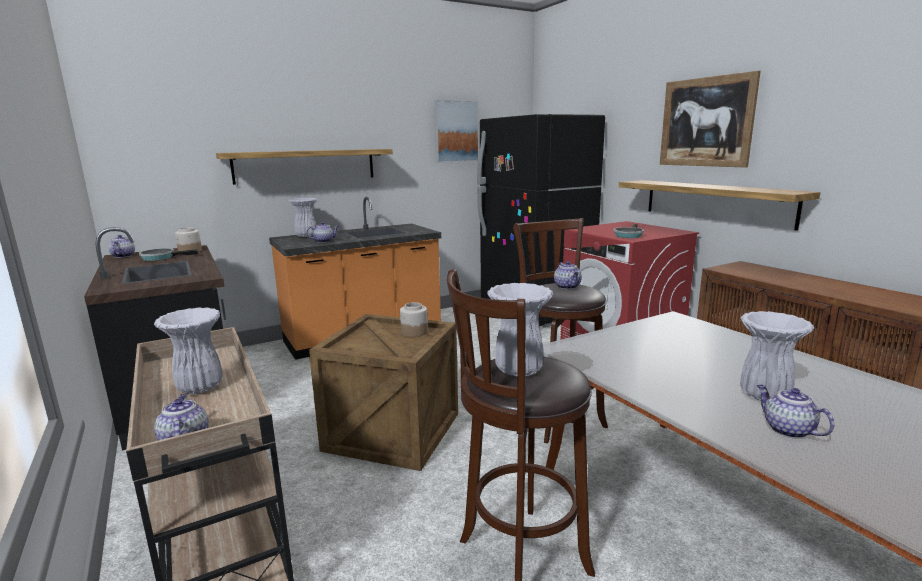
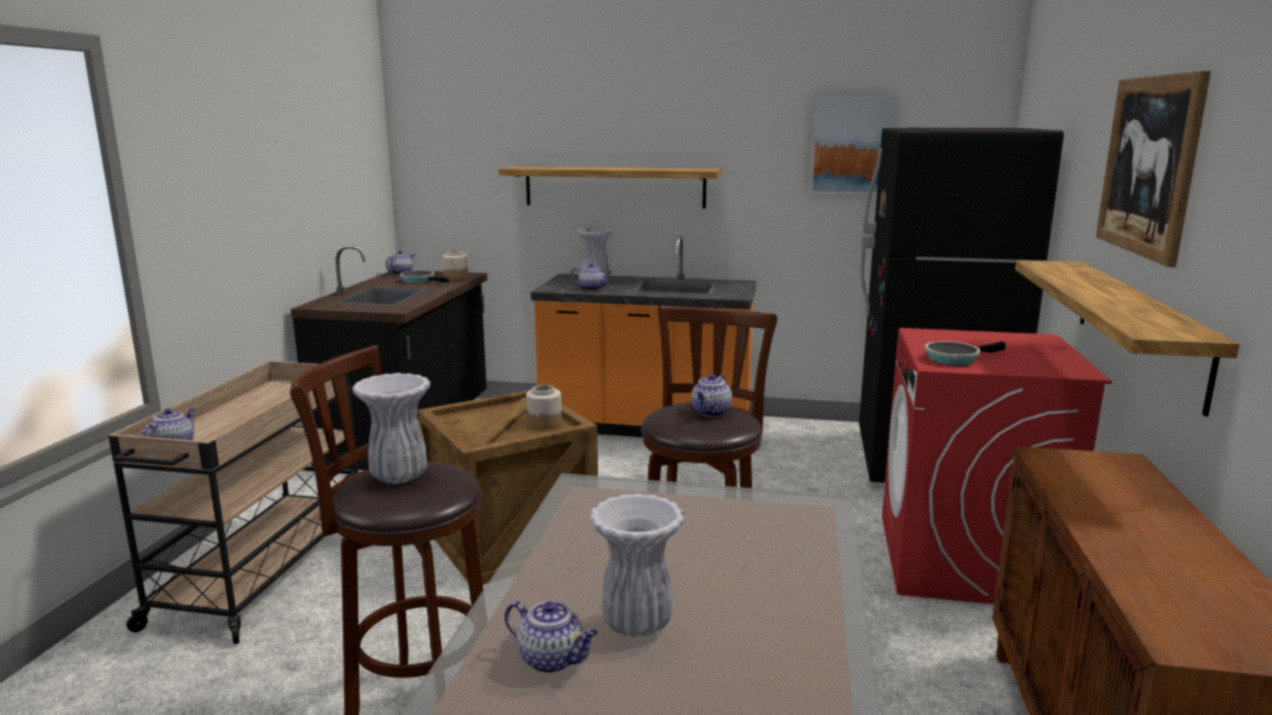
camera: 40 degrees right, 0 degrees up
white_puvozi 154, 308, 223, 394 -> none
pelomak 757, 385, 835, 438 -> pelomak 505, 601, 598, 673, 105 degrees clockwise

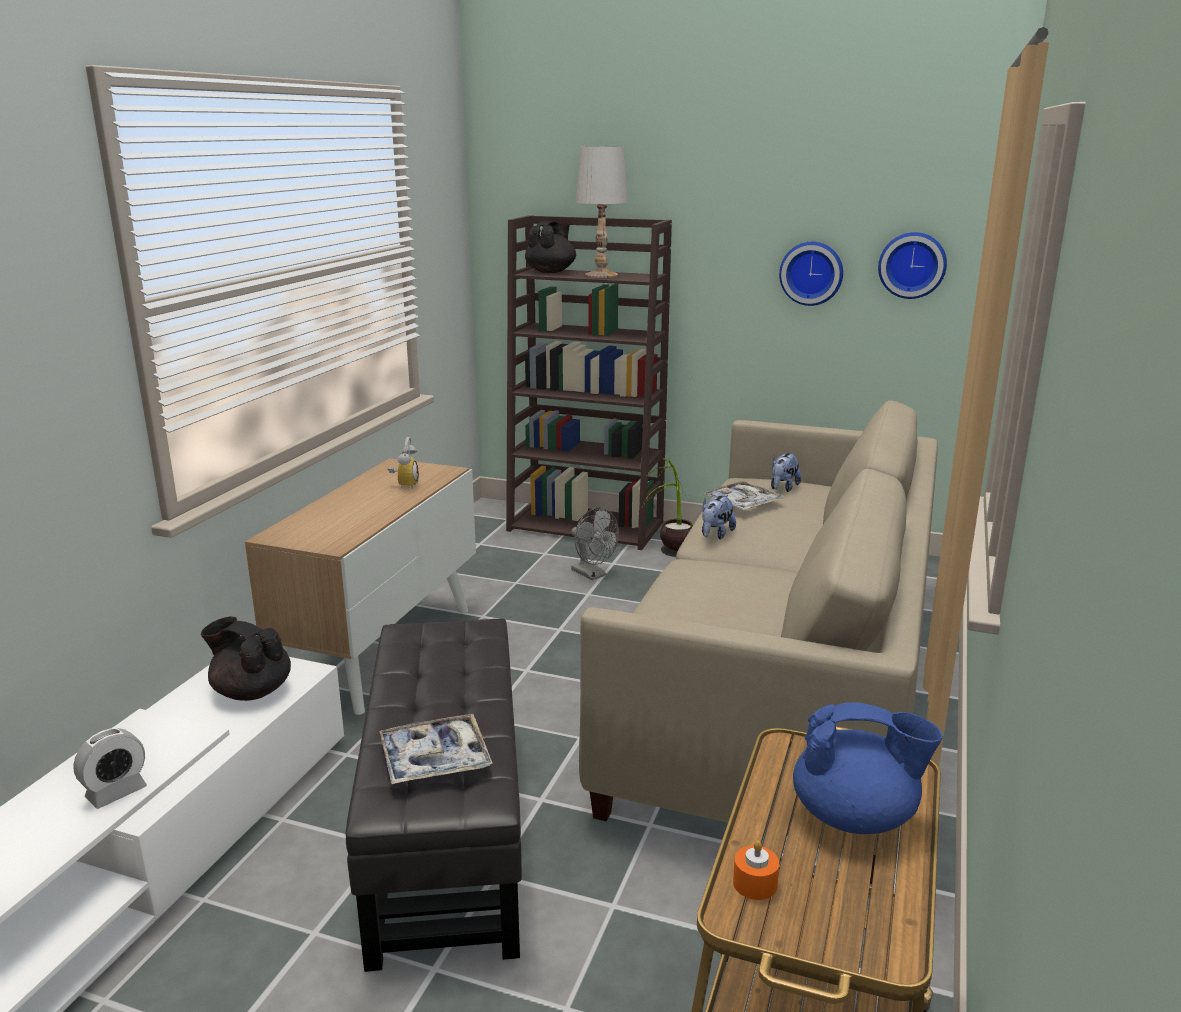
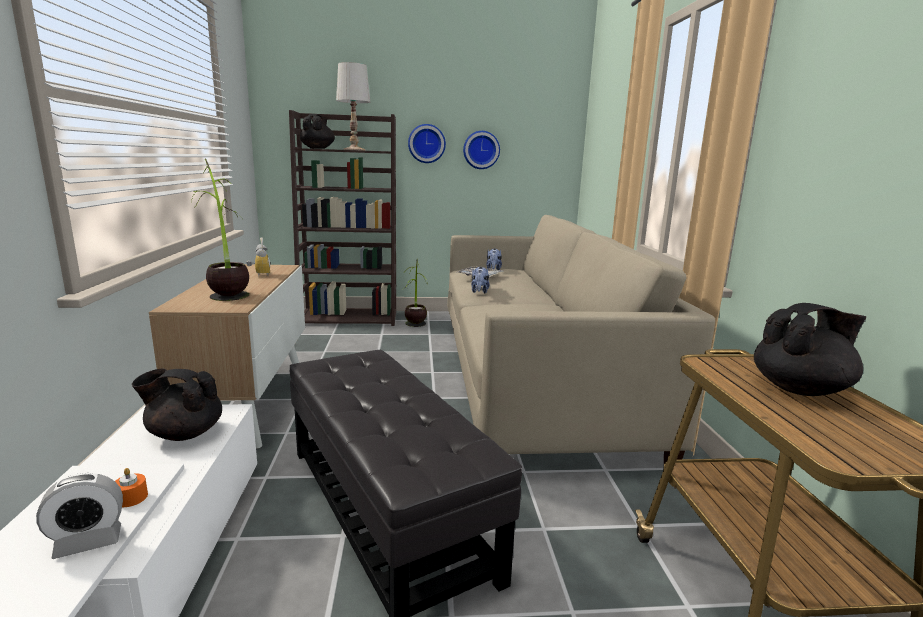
camera: 25 degrees left, 5 degrees down
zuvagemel 73, 728, 147, 809 -> zuvagemel 36, 473, 123, 559, 45 degrees clockwise
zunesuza 379, 714, 493, 784 -> none
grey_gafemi 571, 508, 619, 580 -> none
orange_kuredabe 733, 841, 779, 900 -> orange_kuredabe 115, 468, 148, 507, relocated
blue_pelomak 793, 702, 943, 834 -> black_pelomak 754, 303, 866, 396
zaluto 878, 232, 947, 299 -> zaluto 408, 124, 446, 163, relocated
none -> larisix 191, 159, 249, 301

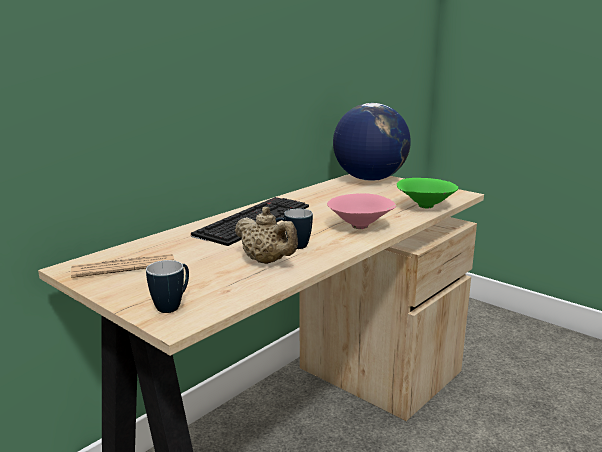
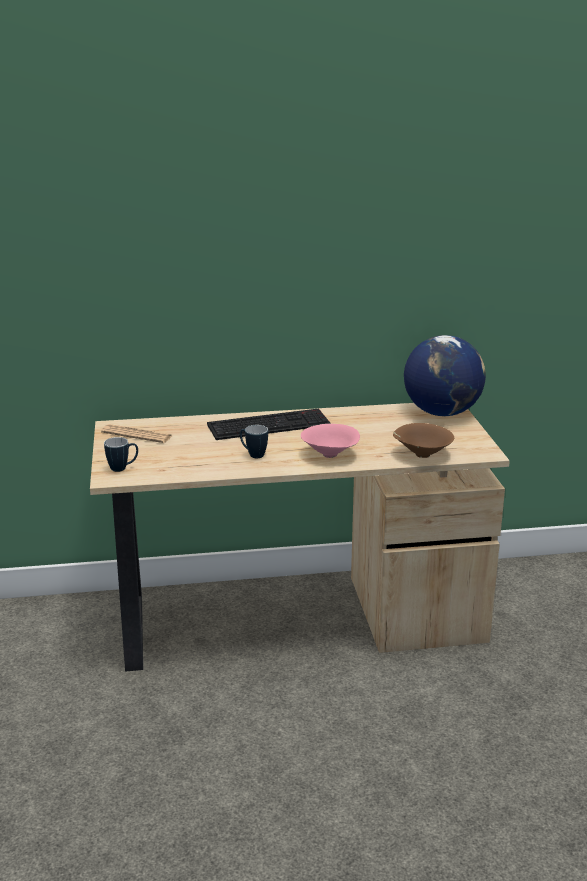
camera: 40 degrees right, 5 degrees up
beige_pelomak 235, 207, 298, 264 -> none
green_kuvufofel 397, 178, 458, 209 -> brown_kuvufofel 393, 423, 454, 458

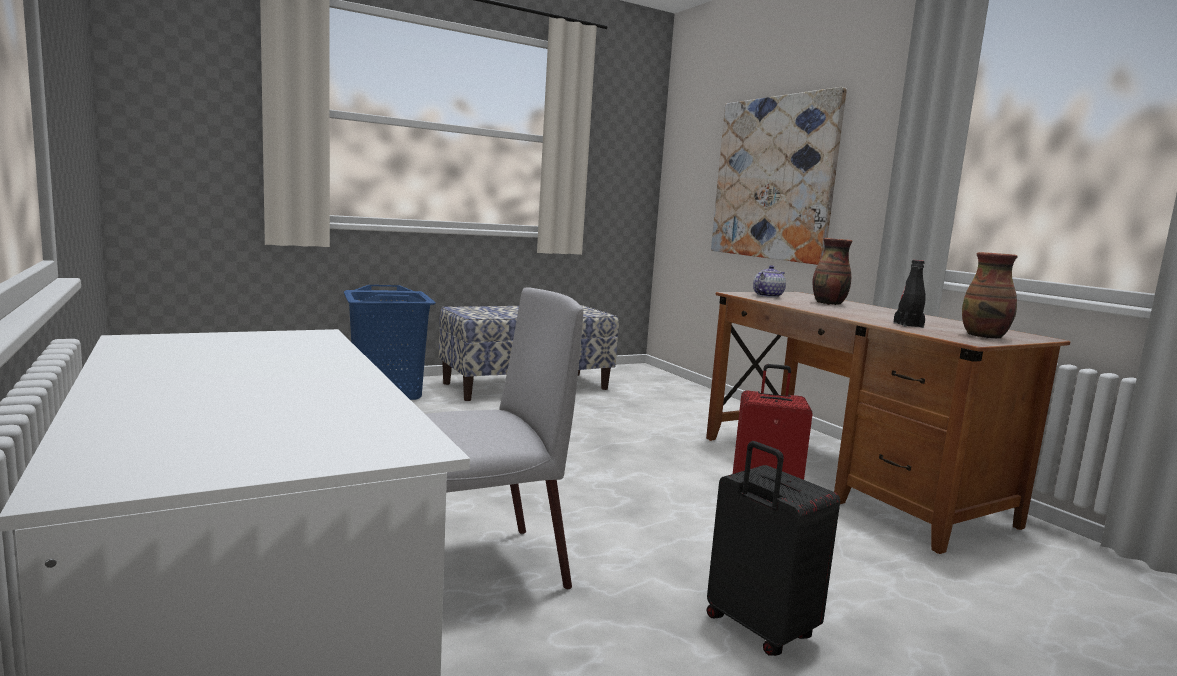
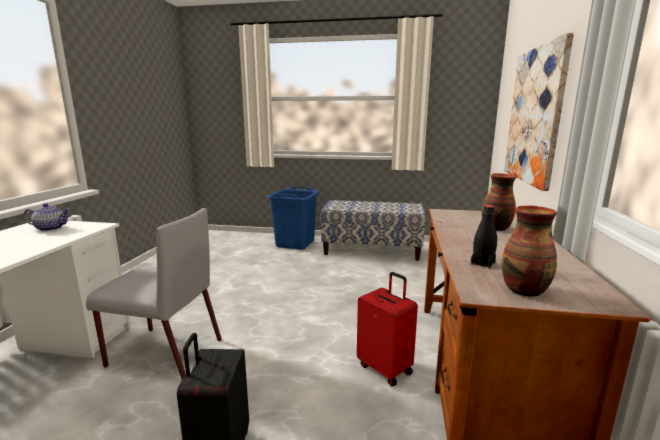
camera: 40 degrees right, 5 degrees up
pelomak 753, 265, 786, 298 -> pelomak 23, 203, 70, 231, relocated

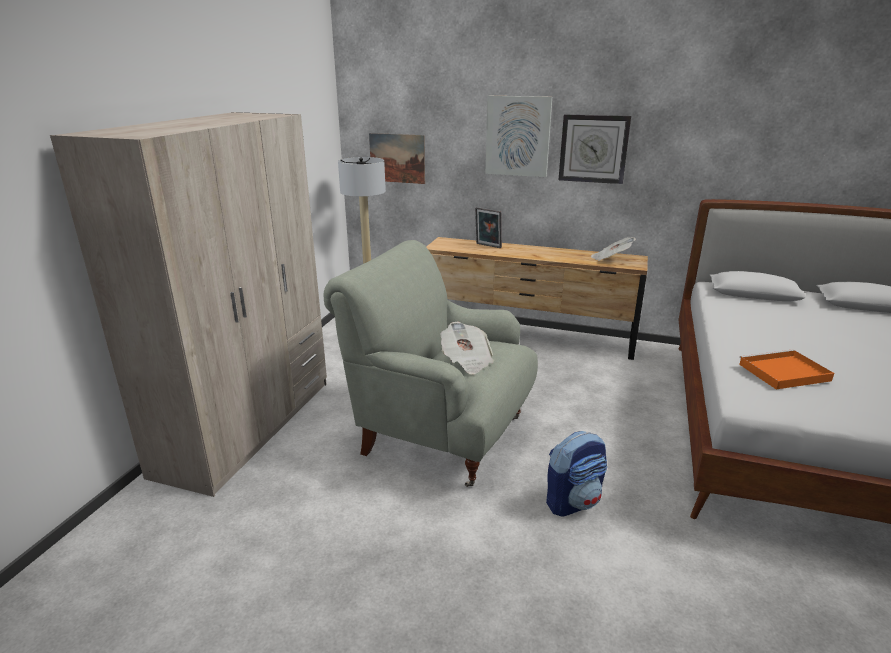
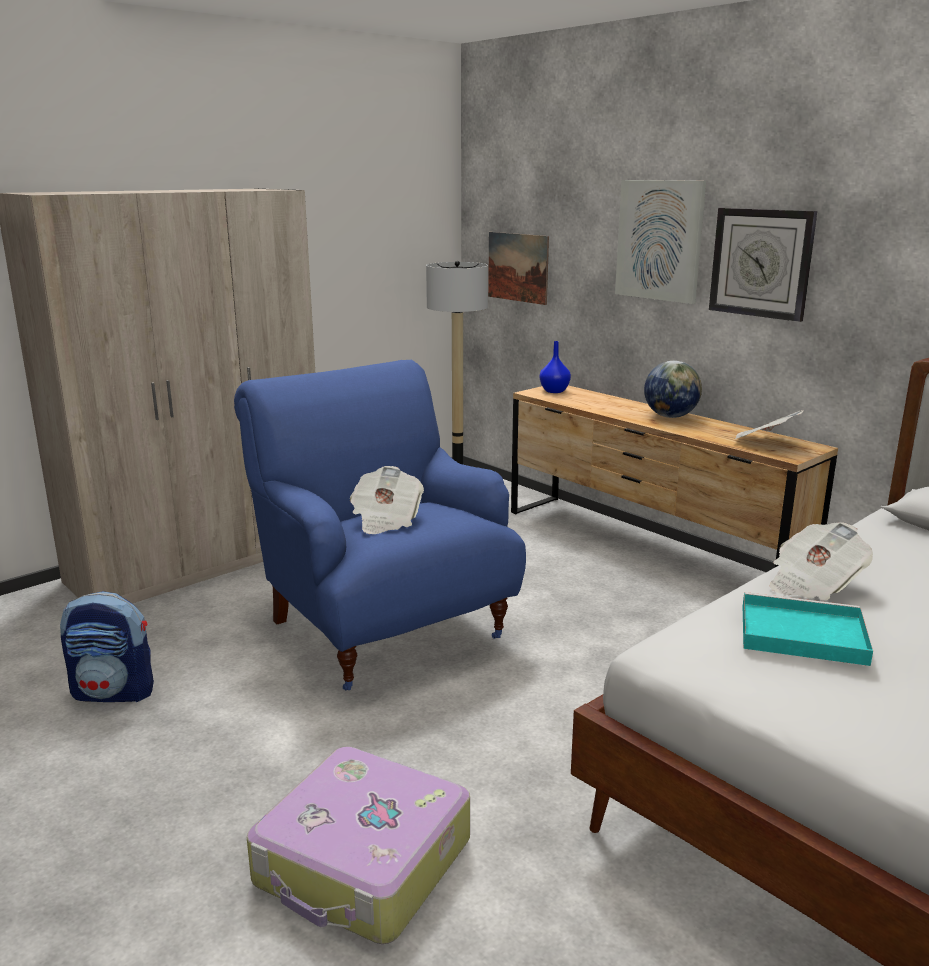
camera: 30 degrees right, 5 degrees down
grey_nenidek 324, 240, 538, 487 -> blue_nenidek 234, 360, 526, 691
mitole 475, 207, 502, 248 -> none
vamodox 546, 431, 607, 517 -> vamodox 60, 591, 154, 702, relocated
orange_zunesuza 739, 349, 834, 389 -> turquoise_zunesuza 743, 592, 873, 666
none -> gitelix 247, 747, 470, 944
none -> blue_puvozi 540, 341, 571, 393
none -> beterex 644, 361, 702, 418
none -> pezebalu 770, 522, 873, 600

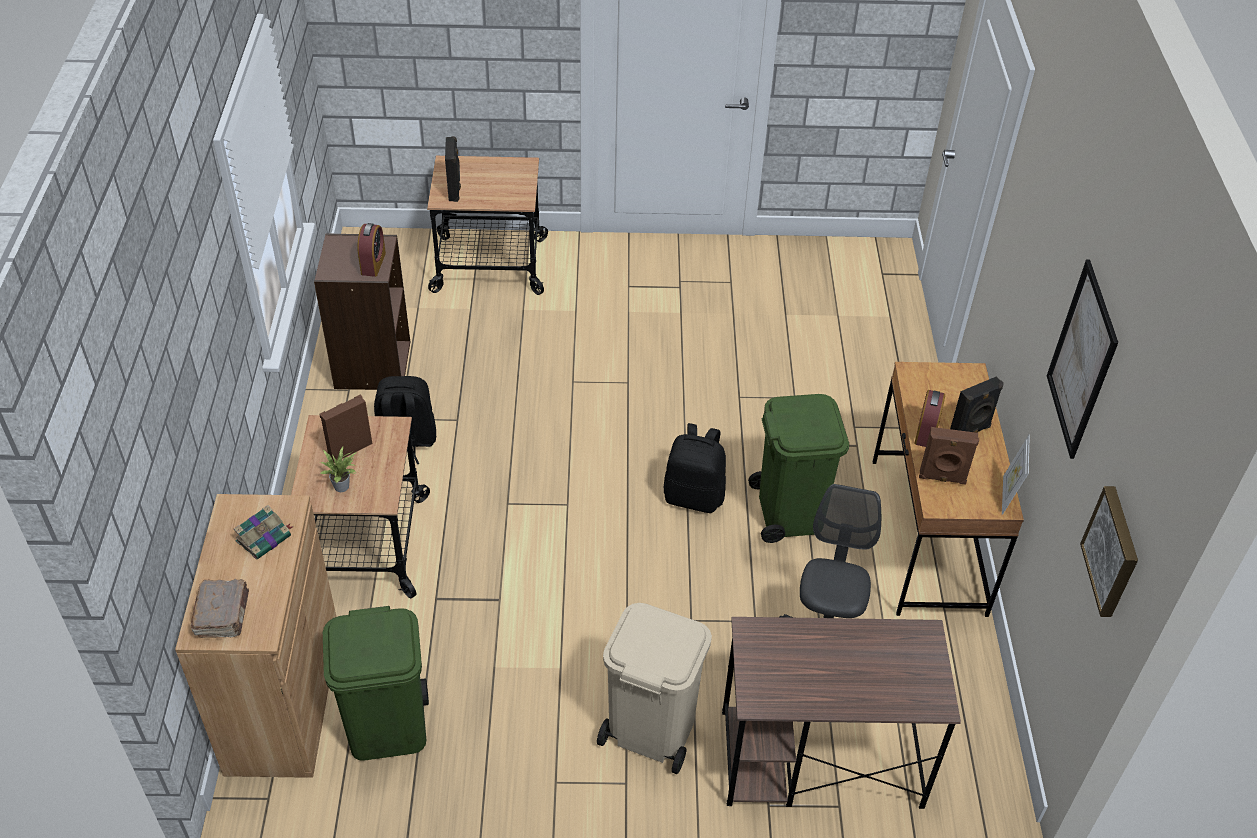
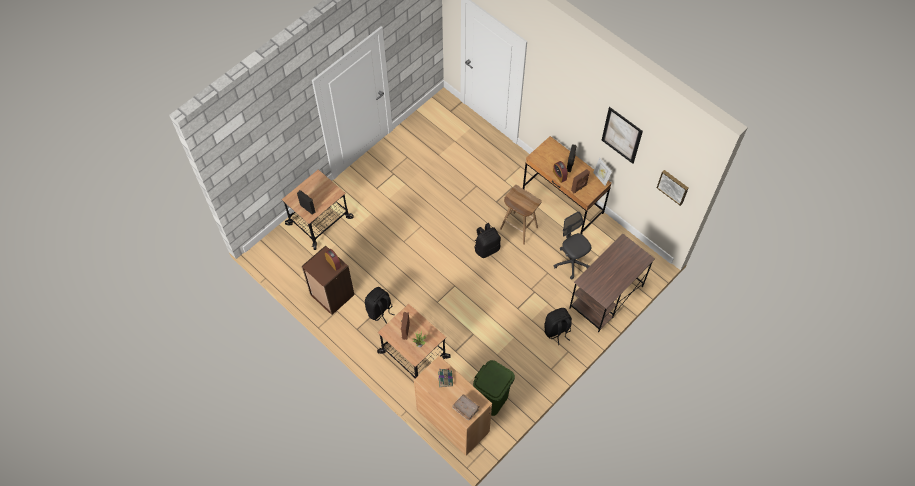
camera: 45 degrees left, 15 degrees up
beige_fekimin 597, 603, 712, 774 -> black_vamodox 544, 308, 572, 345
green_fekimin 748, 394, 849, 543 -> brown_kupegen 500, 185, 542, 245

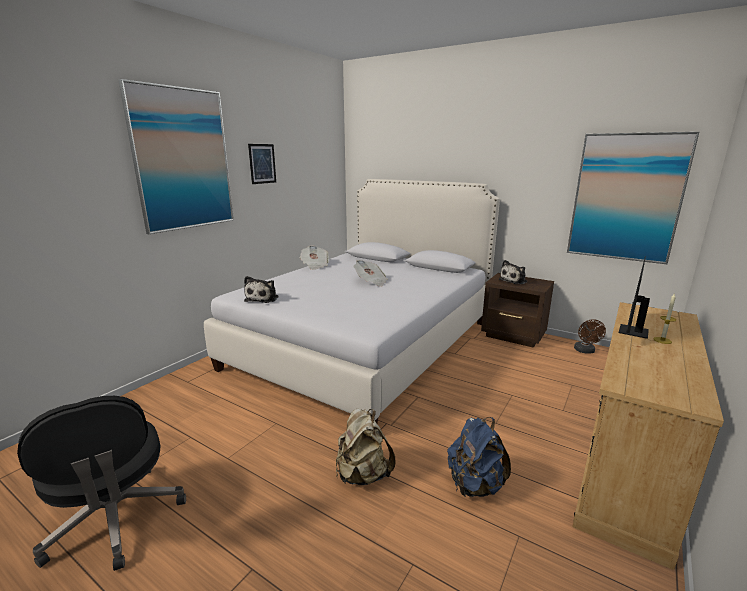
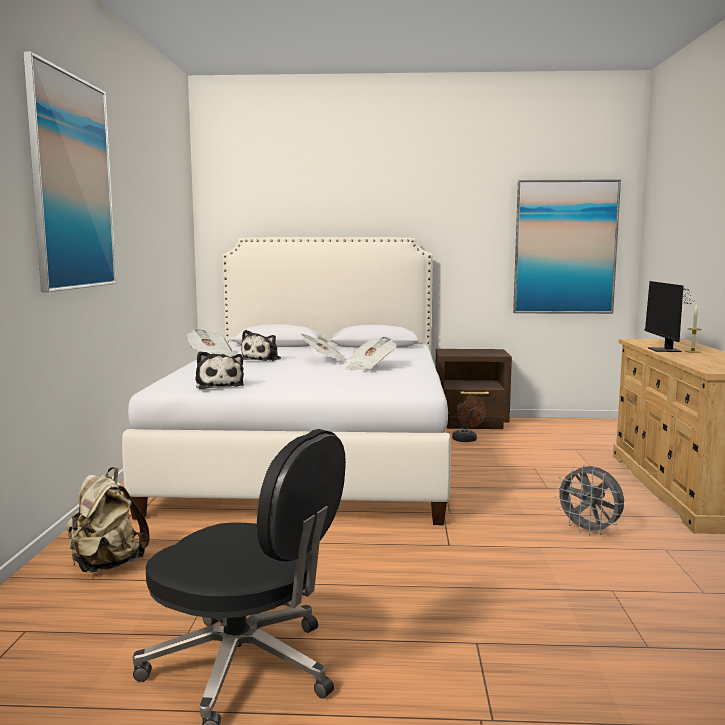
camera: 30 degrees left, 10 degrees down
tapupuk 248, 144, 276, 184 -> none
beige_vamodox 336, 408, 395, 485 -> beige_vamodox 66, 467, 150, 572, relocated
blue_vamodox 447, 417, 511, 497 -> grey_gafemi 554, 465, 624, 535
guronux 499, 260, 527, 284 -> guronux 241, 330, 281, 361, relocated
brown_gafemi 574, 319, 606, 354 -> brown_gafemi 452, 396, 486, 442, relocated
none -> pezebalu 345, 336, 397, 370

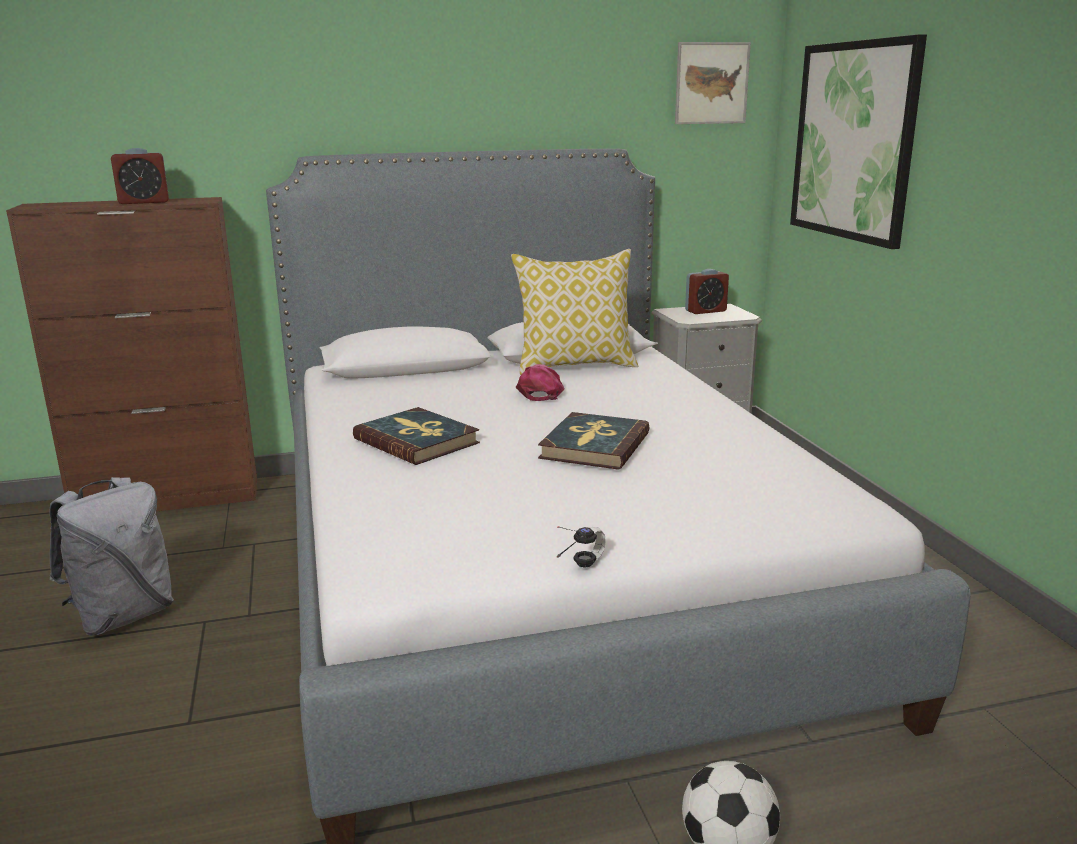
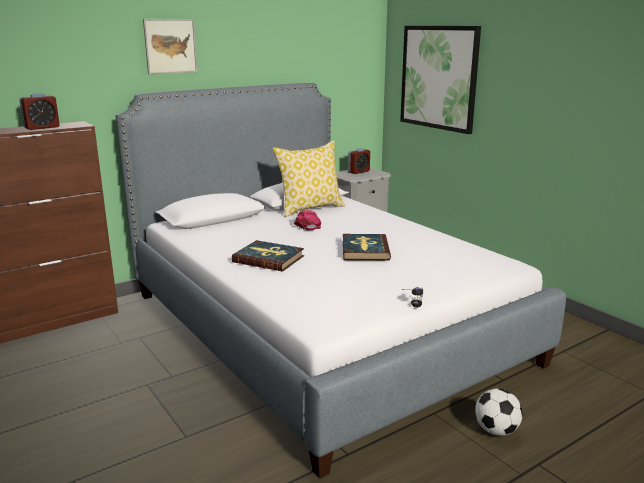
camera: 20 degrees left, 0 degrees up
grey_vamodox 49, 477, 174, 636 -> none
tapupuk 675, 42, 751, 124 -> tapupuk 143, 19, 197, 74, relocated

